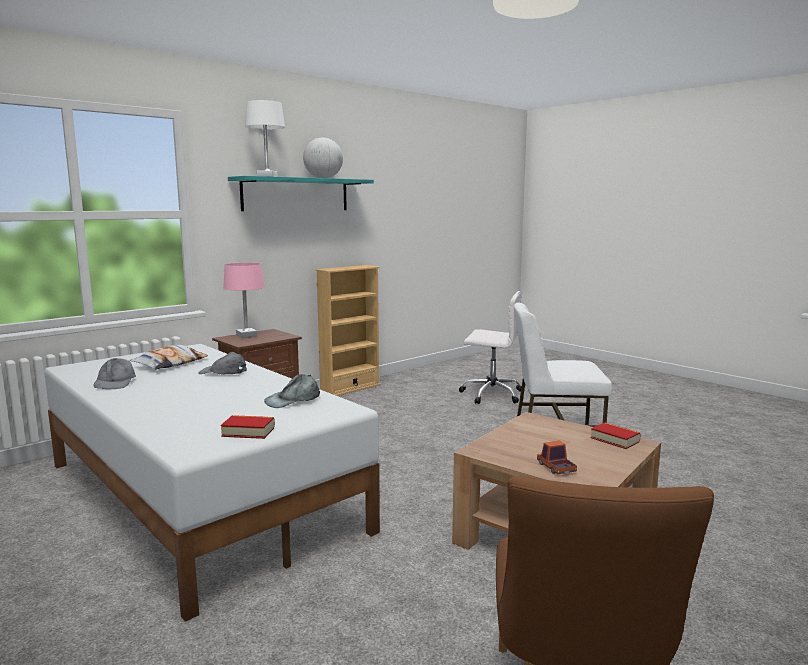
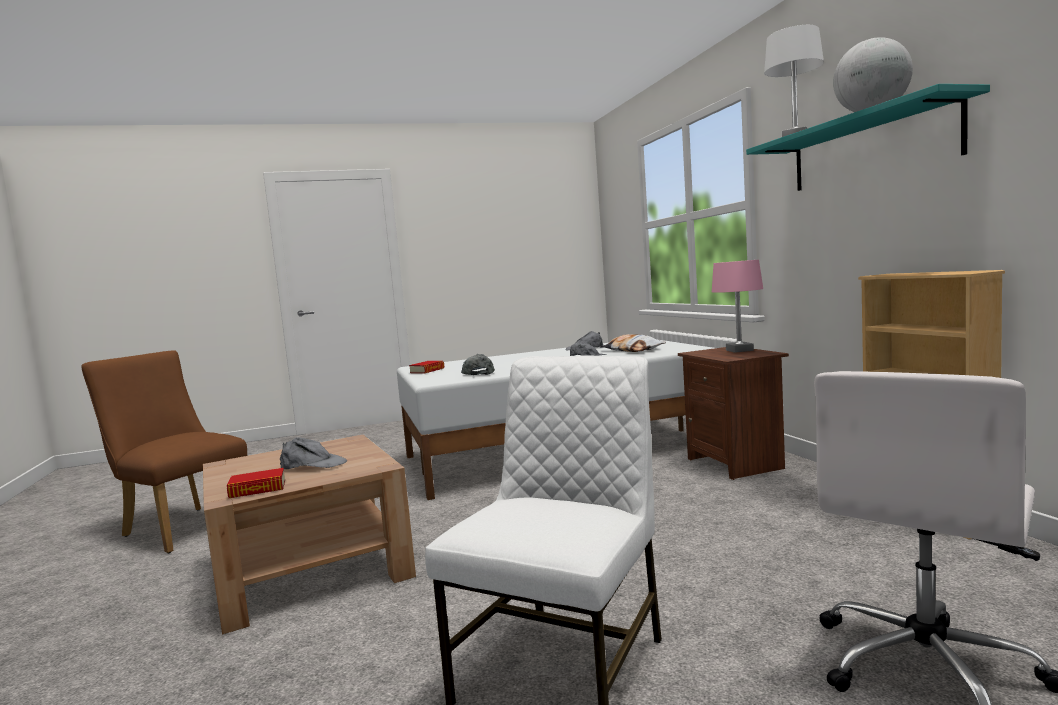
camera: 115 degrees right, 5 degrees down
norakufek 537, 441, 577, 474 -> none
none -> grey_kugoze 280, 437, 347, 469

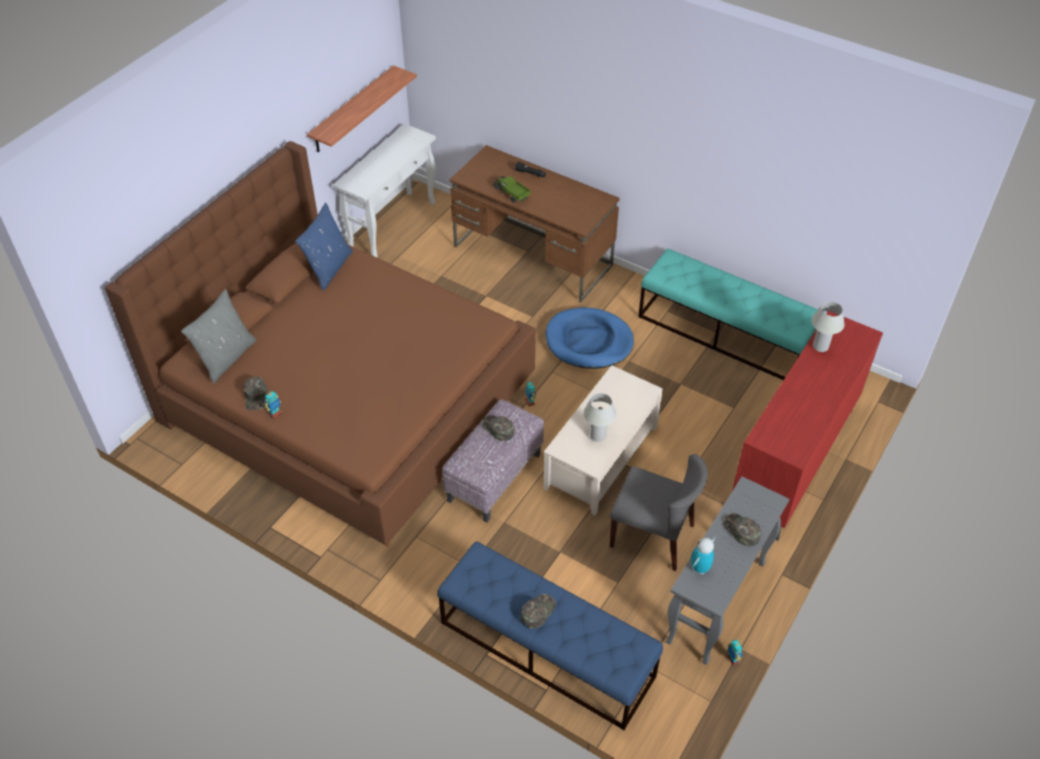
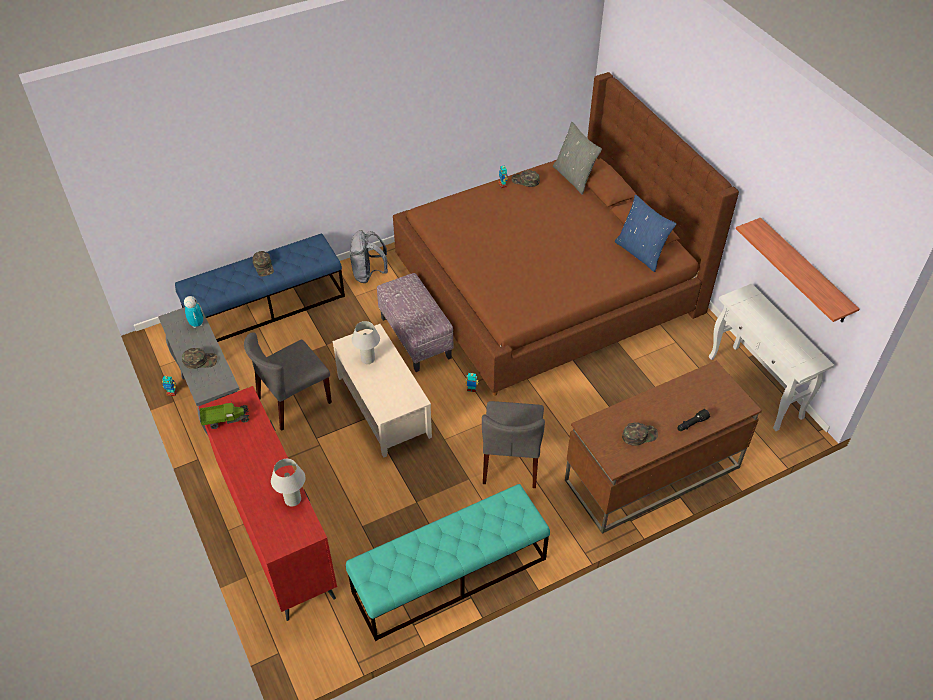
camera: 120 degrees right, 0 degrees up
green_kugoze 481, 415, 514, 441 -> green_kugoze 622, 422, 658, 446, relocated
norakufek 493, 176, 531, 203 -> norakufek 200, 403, 250, 429, relocated
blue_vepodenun 546, 308, 634, 369 -> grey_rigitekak 482, 401, 545, 488
none -> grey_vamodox 349, 230, 388, 283

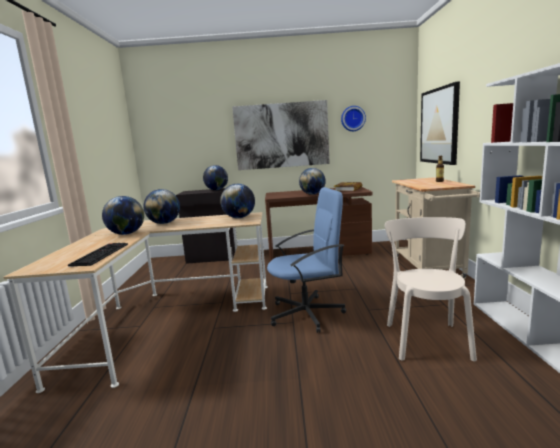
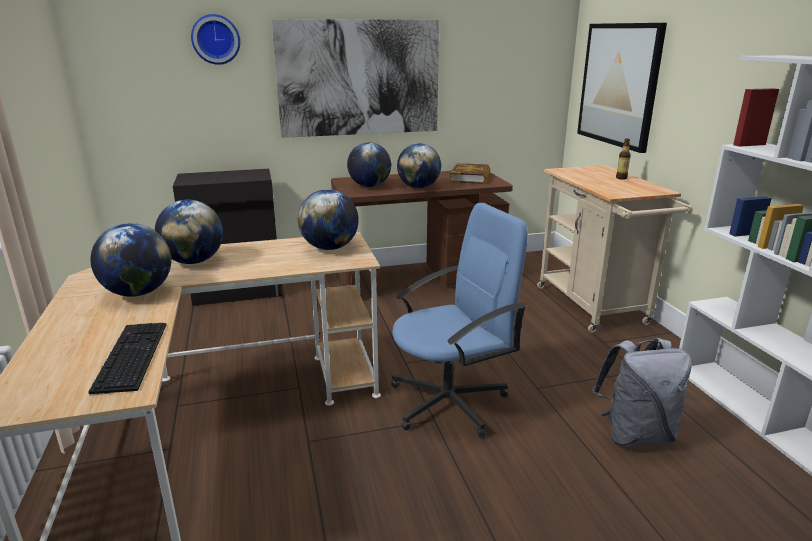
camera: 15 degrees left, 10 degrees up
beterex 203, 165, 228, 190 -> beterex 347, 142, 391, 187, relocated
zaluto 341, 106, 366, 131 -> zaluto 191, 14, 240, 65, relocated
beige_rigitekak 385, 217, 477, 361 -> grey_vamodox 592, 338, 691, 447

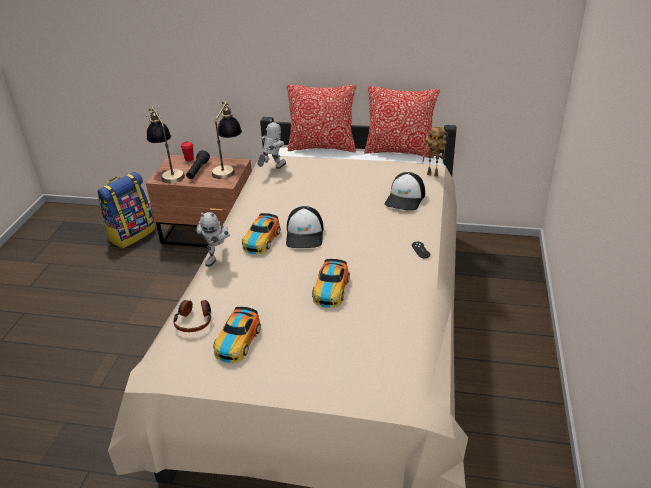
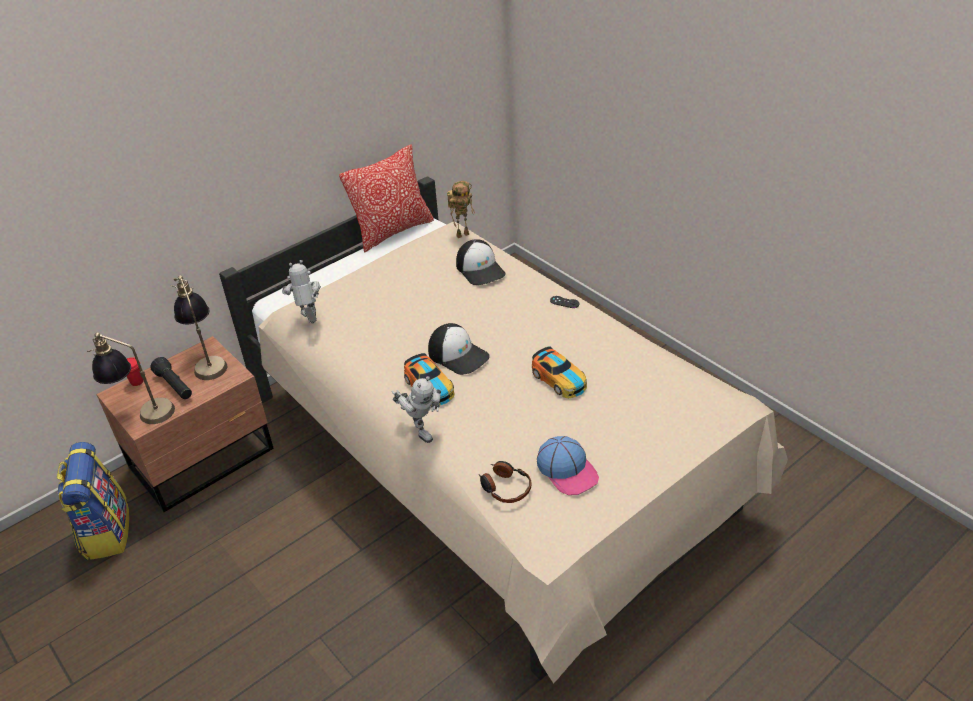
camera: 50 degrees left, 5 degrees up
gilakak 213, 307, 261, 363 -> kugoze 537, 436, 599, 495
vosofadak 287, 84, 357, 152 -> none

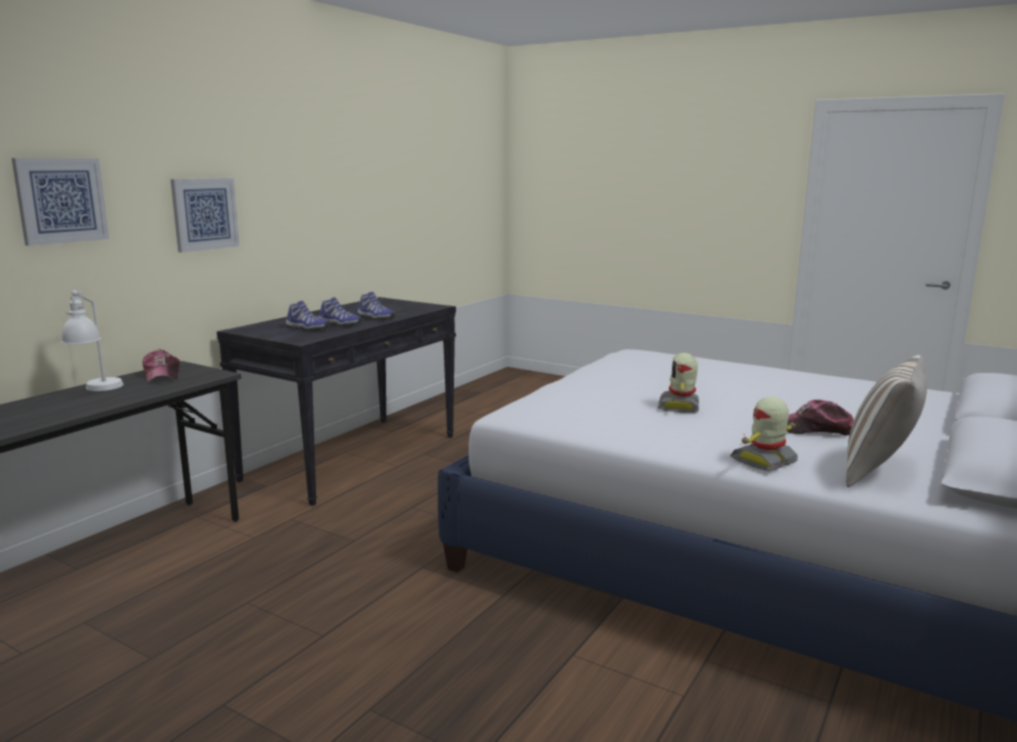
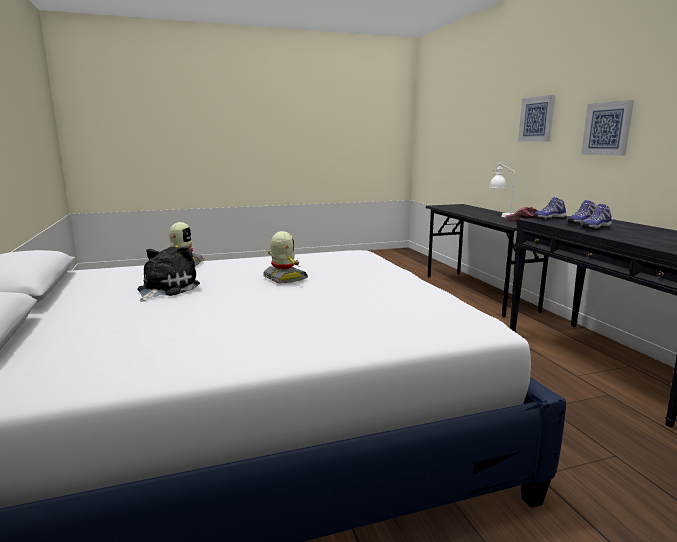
camera: 130 degrees right, 0 degrees up
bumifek 358, 292, 395, 320 -> bumifek 533, 197, 567, 220, relocated
kugoze 787, 400, 854, 436 -> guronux 137, 246, 200, 302
vosofadak 846, 355, 927, 487 -> none

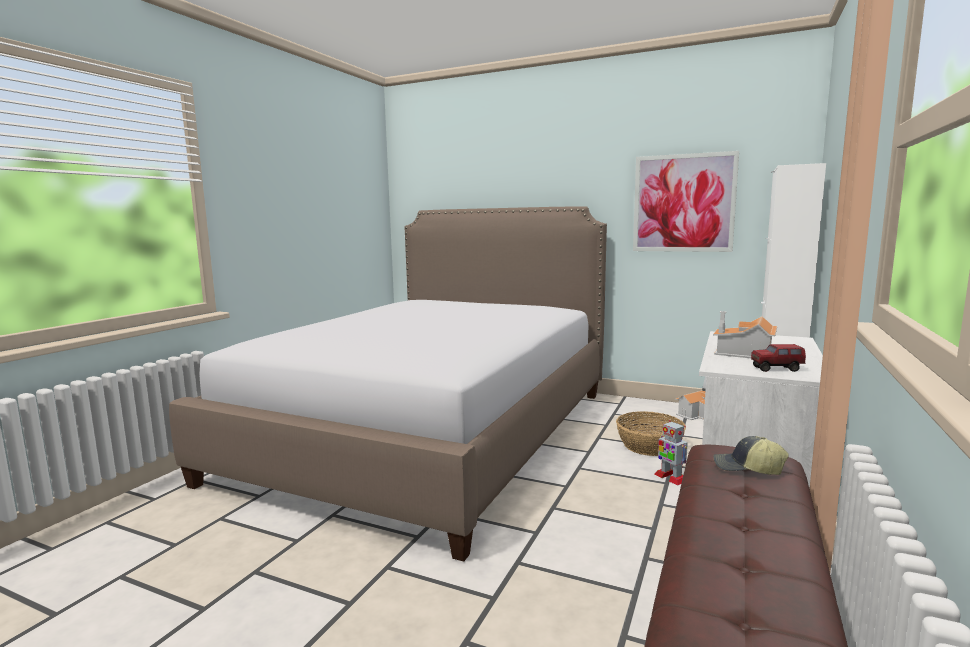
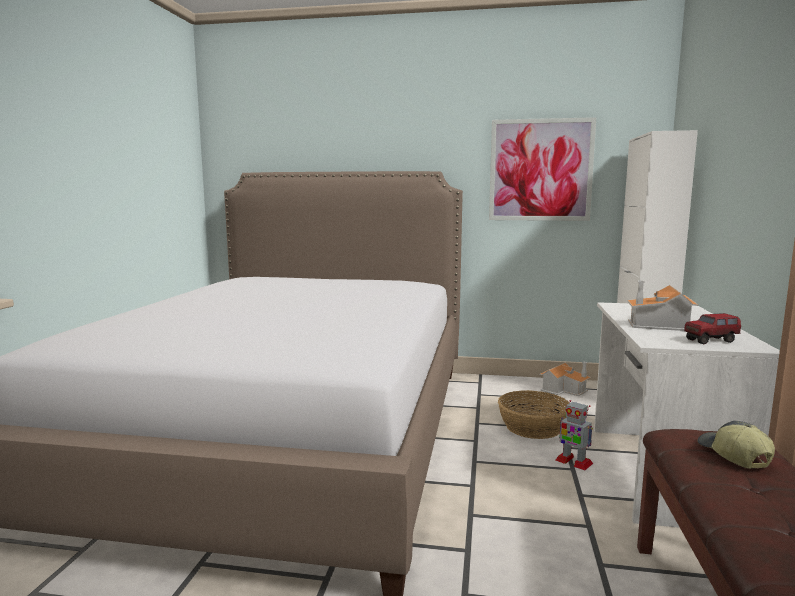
camera: 15 degrees left, 0 degrees up
kugoze 713, 436, 789, 475 -> kugoze 697, 421, 775, 469, 75 degrees clockwise

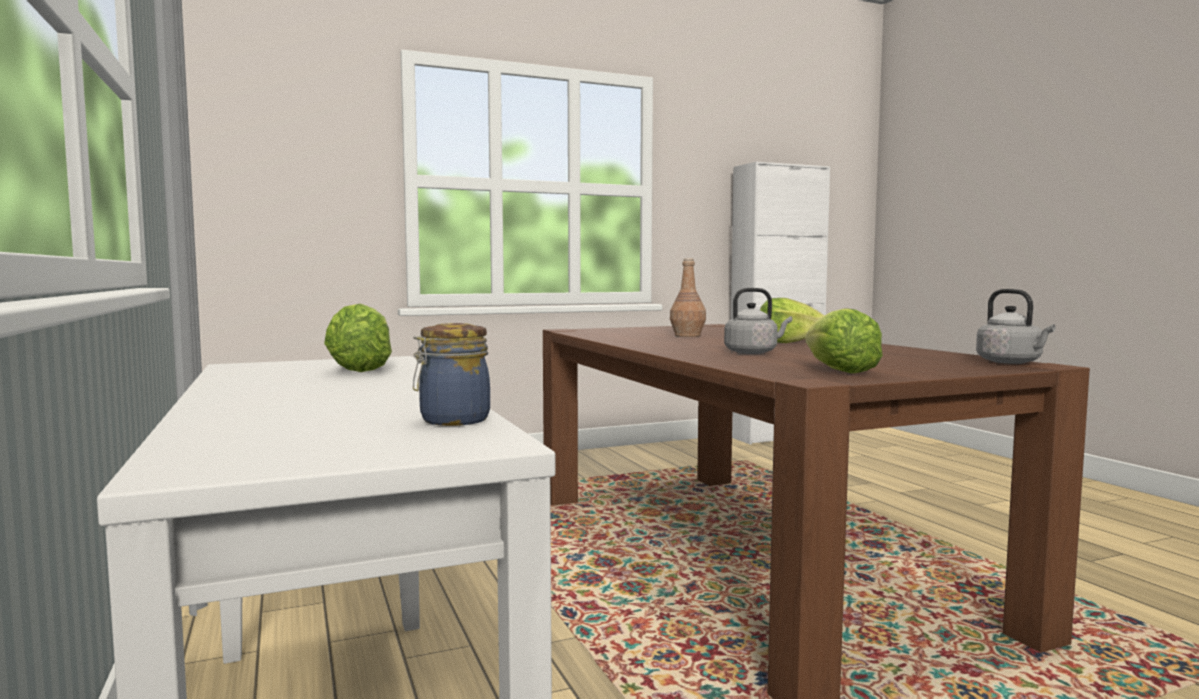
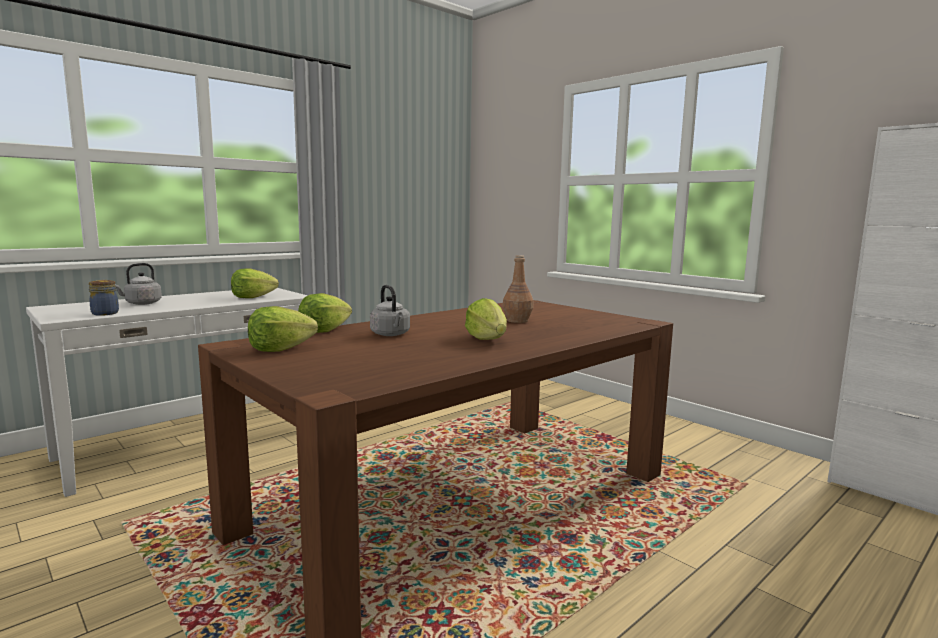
camera: 70 degrees right, 5 degrees up
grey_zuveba 976, 289, 1056, 364 -> grey_zuveba 114, 263, 162, 305, relocated
none -> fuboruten 298, 293, 352, 333

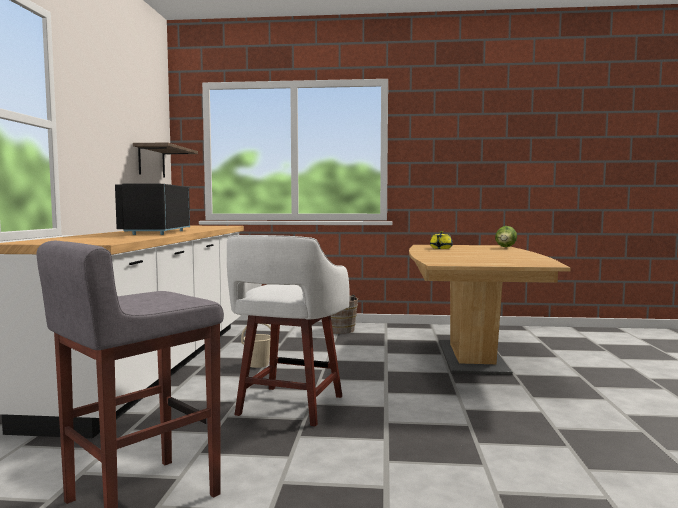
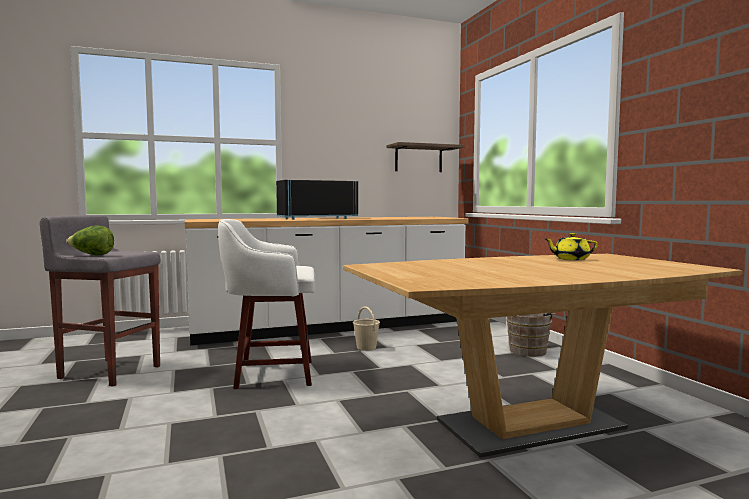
camera: 65 degrees right, 0 degrees up
fuboruten 495, 226, 517, 247 -> fuboruten 66, 225, 114, 256, relocated

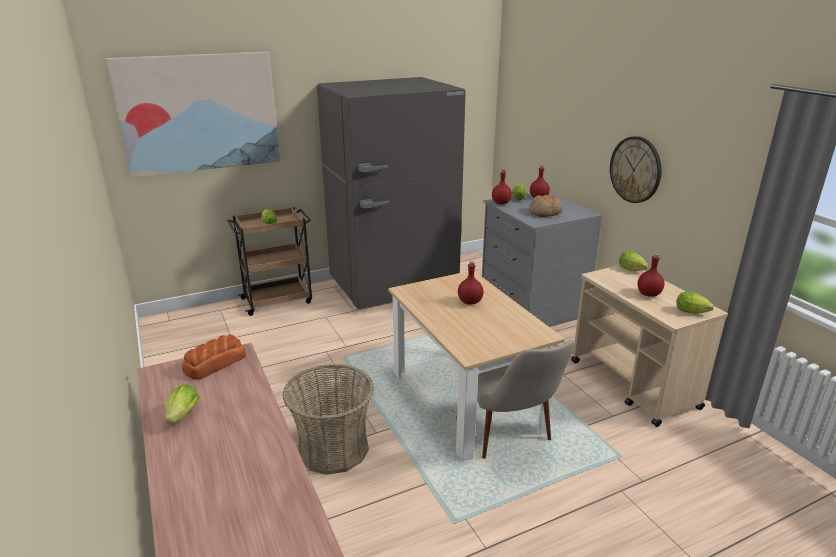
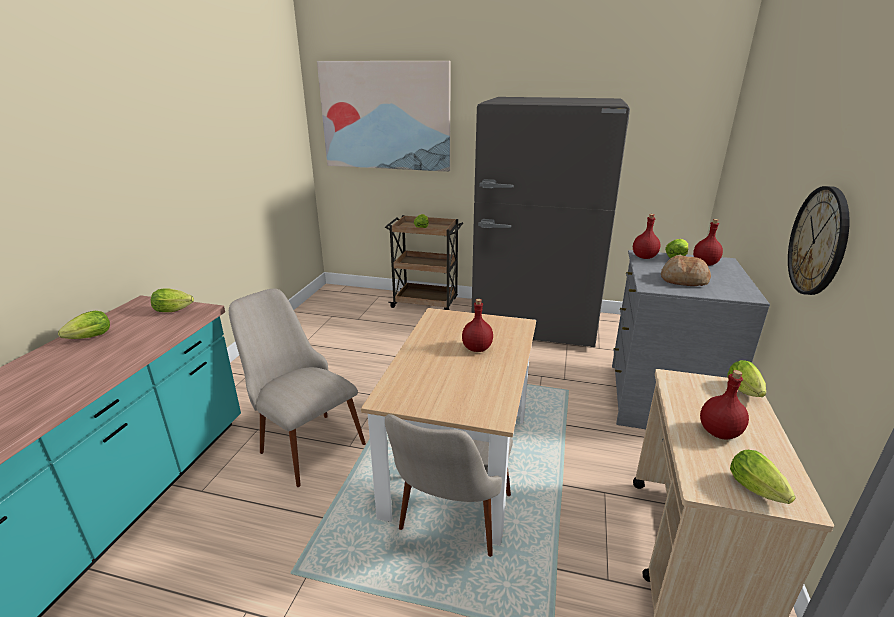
camera: 40 degrees right, 0 degrees up
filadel 182, 334, 246, 379 -> fuboruten 151, 288, 194, 312
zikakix 283, 364, 374, 475 -> beige_rigitekak 229, 289, 366, 487

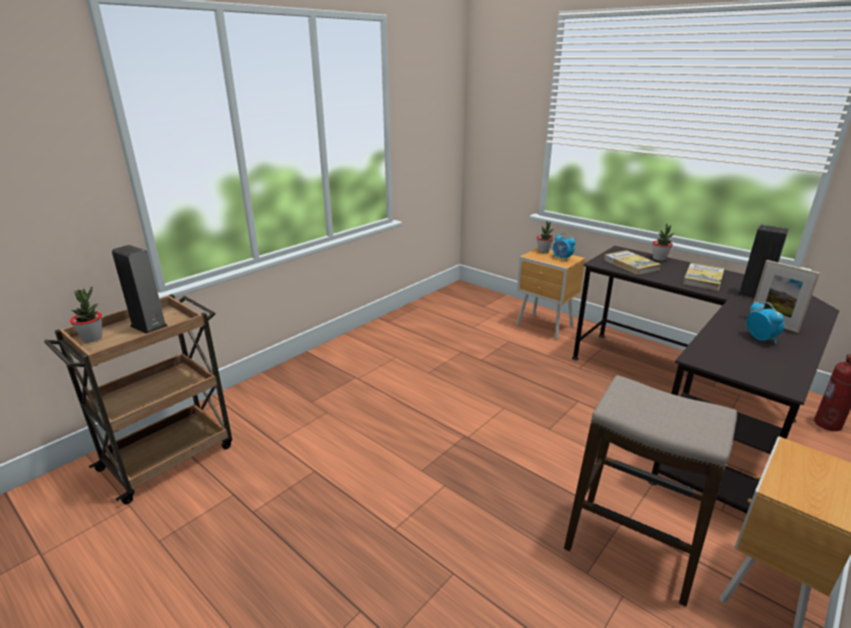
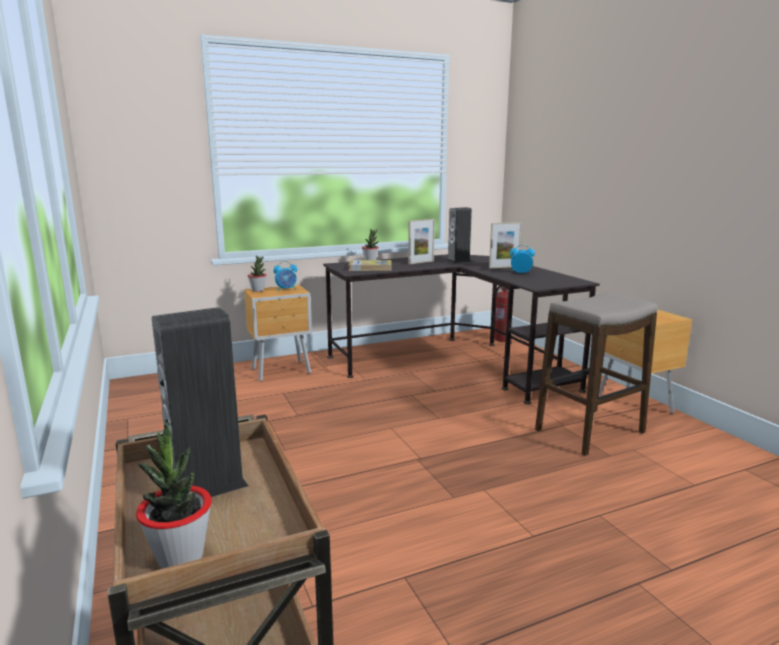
camera: 65 degrees left, 10 degrees down
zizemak 683, 263, 724, 291 -> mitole 408, 219, 435, 264

